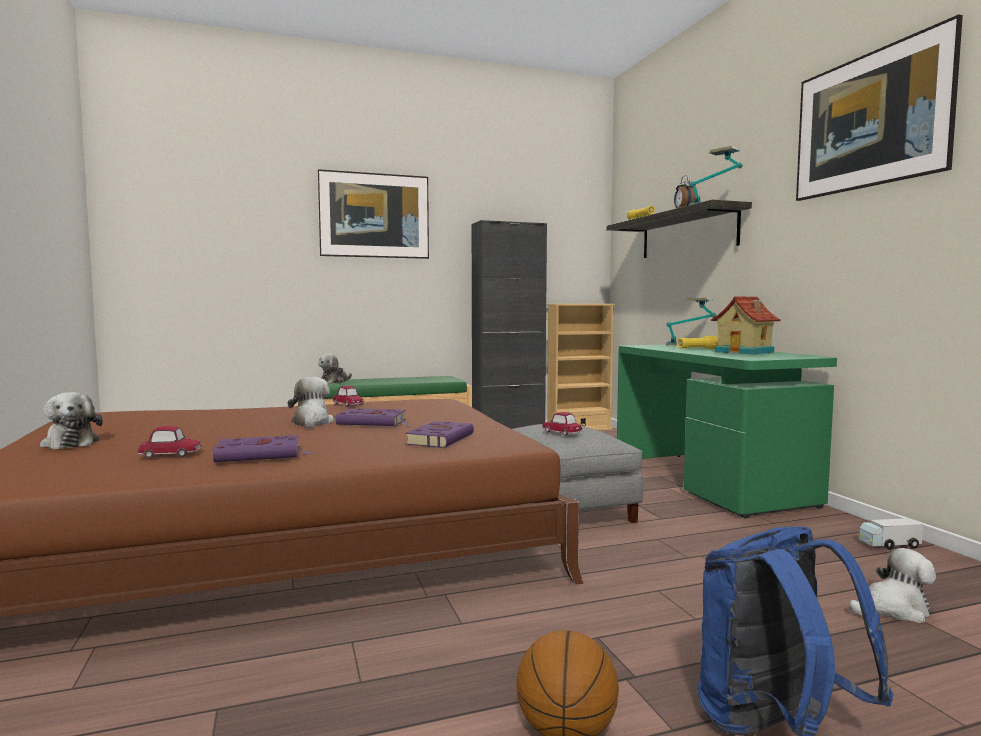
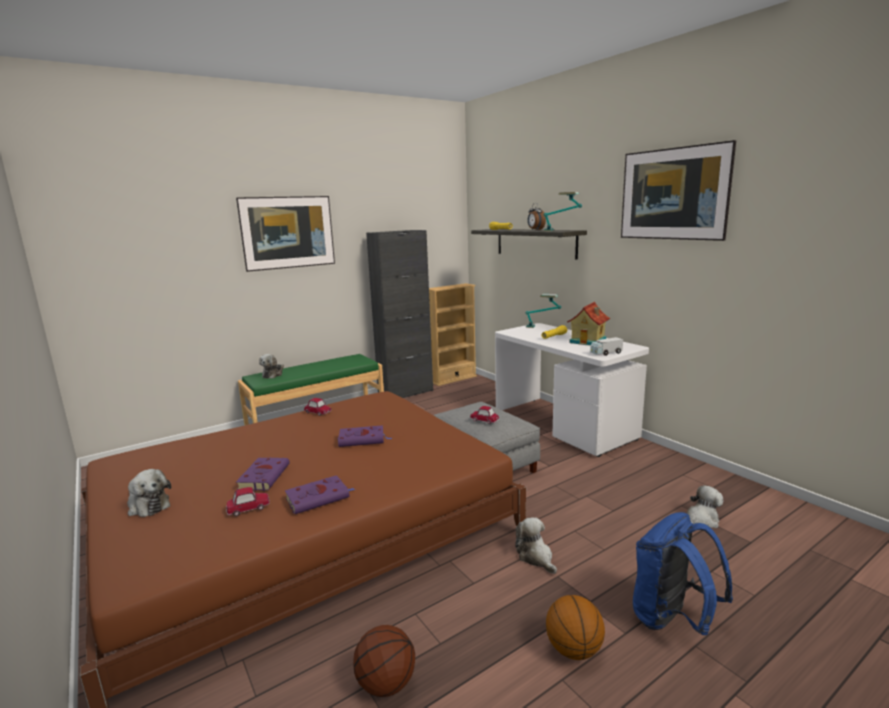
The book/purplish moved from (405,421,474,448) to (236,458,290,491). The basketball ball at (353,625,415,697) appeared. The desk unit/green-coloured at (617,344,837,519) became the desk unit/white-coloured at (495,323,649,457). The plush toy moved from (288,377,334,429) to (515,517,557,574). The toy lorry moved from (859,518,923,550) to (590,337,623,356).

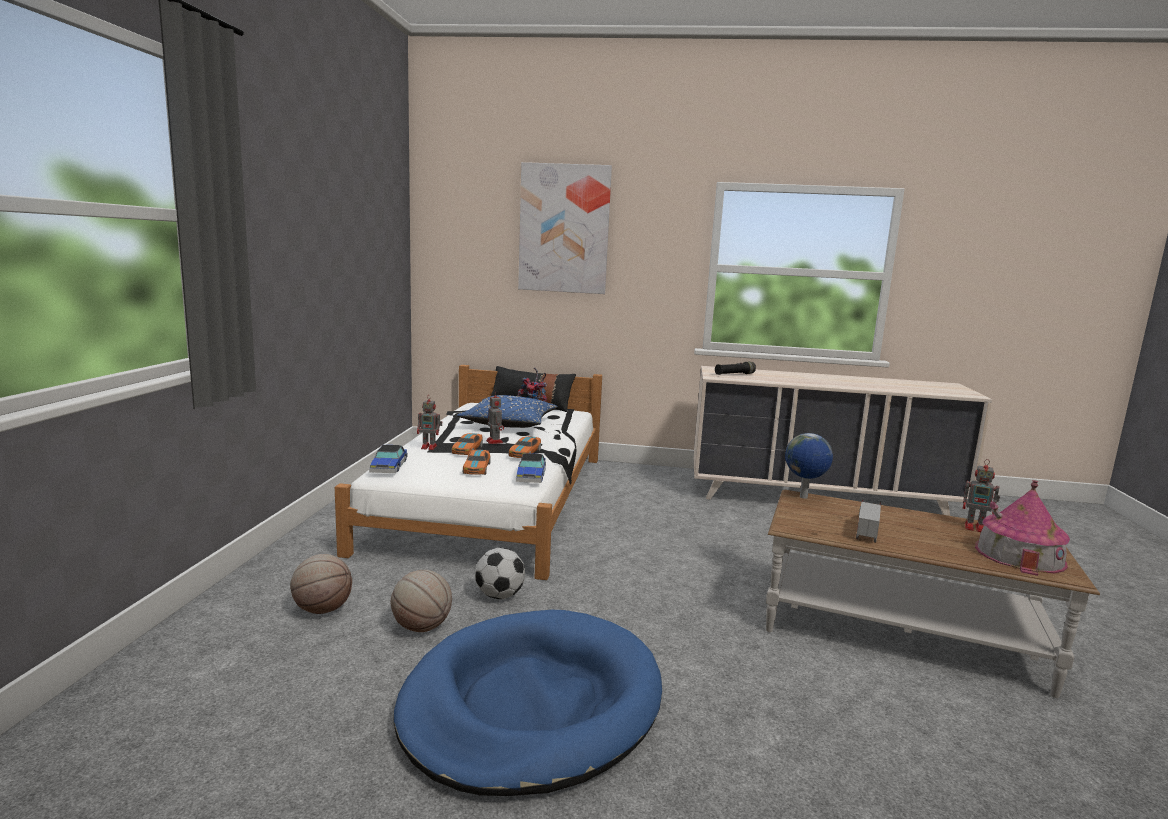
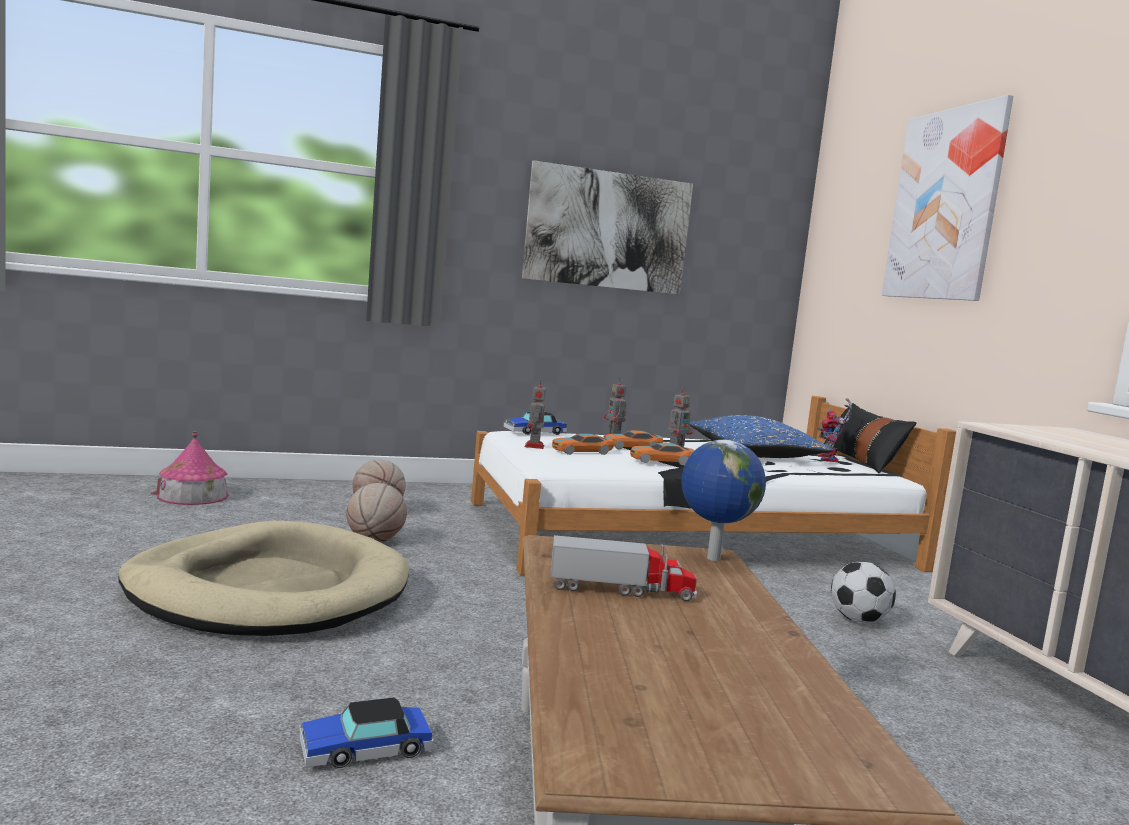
The dog cushion/blue at (394,610,662,796) became the dog cushion/sand-coloured at (118,521,409,636). The miniature house moved from (975,480,1070,576) to (151,431,229,505). The model car moved from (516,453,546,483) to (299,697,433,768). The picture at (522,160,693,295) appeared. The toy robot moved from (963,459,1000,532) to (525,380,546,449). The ball for football moved from (475,547,525,599) to (831,562,896,623). The torch/black at (715,362,756,375) disappeared.

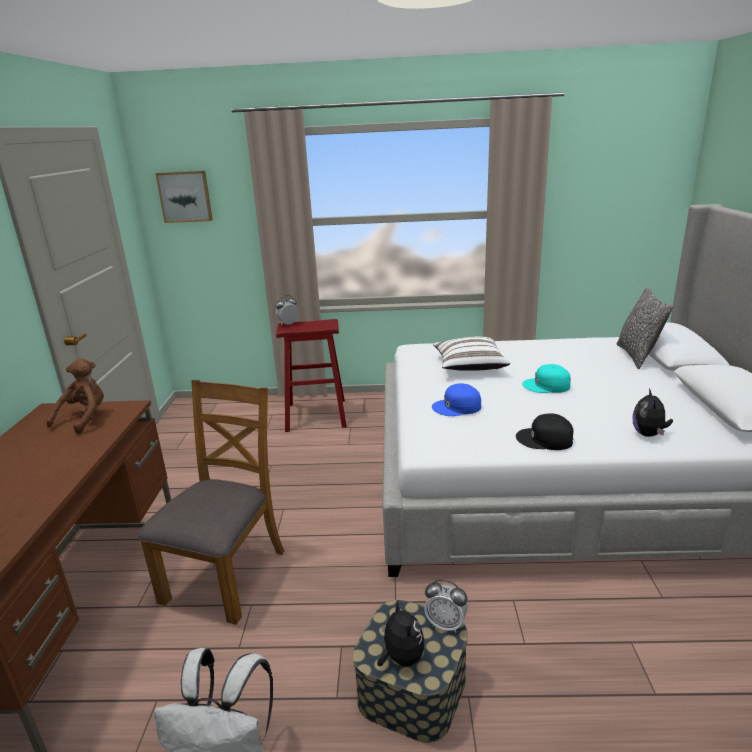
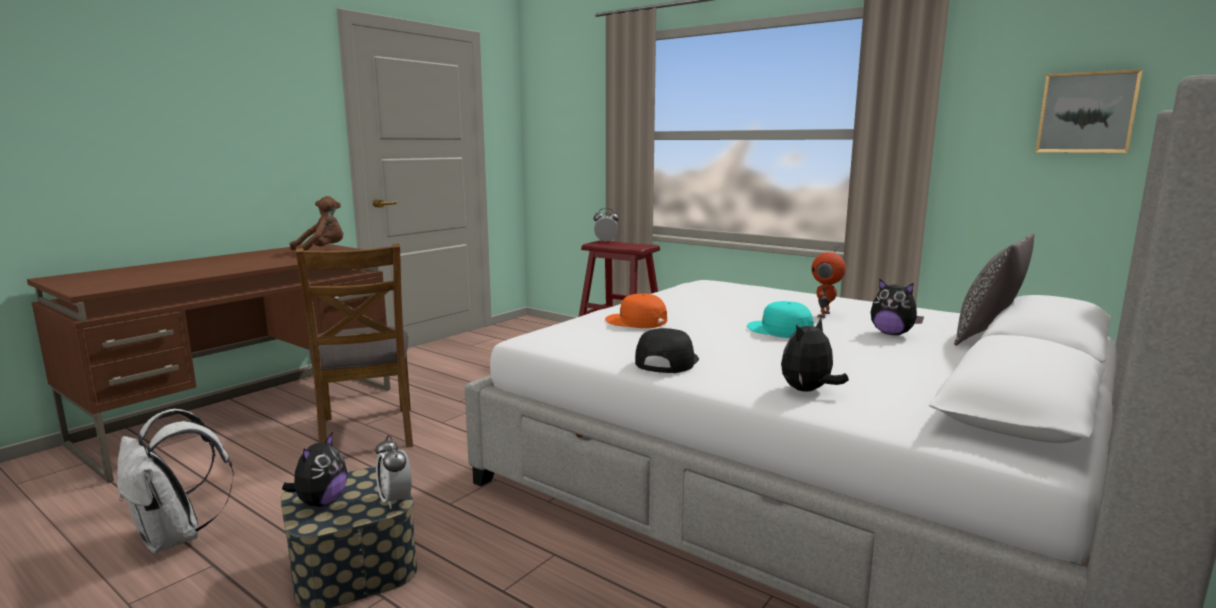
The chair/brown-coloured at (138,380,284,625) turned 105 degrees clockwise. The peaked cap/blue at (432,383,481,416) became the peaked cap/orange-coloured at (605,294,667,328). The peaked cap/black at (516,413,574,450) turned 60 degrees clockwise. The toy robot at (812,246,846,318) appeared. The plush toy at (871,279,924,335) appeared. The picture moved from (155,171,213,223) to (1035,69,1143,153). The cushion/white-coloured at (433,337,510,371) disappeared.

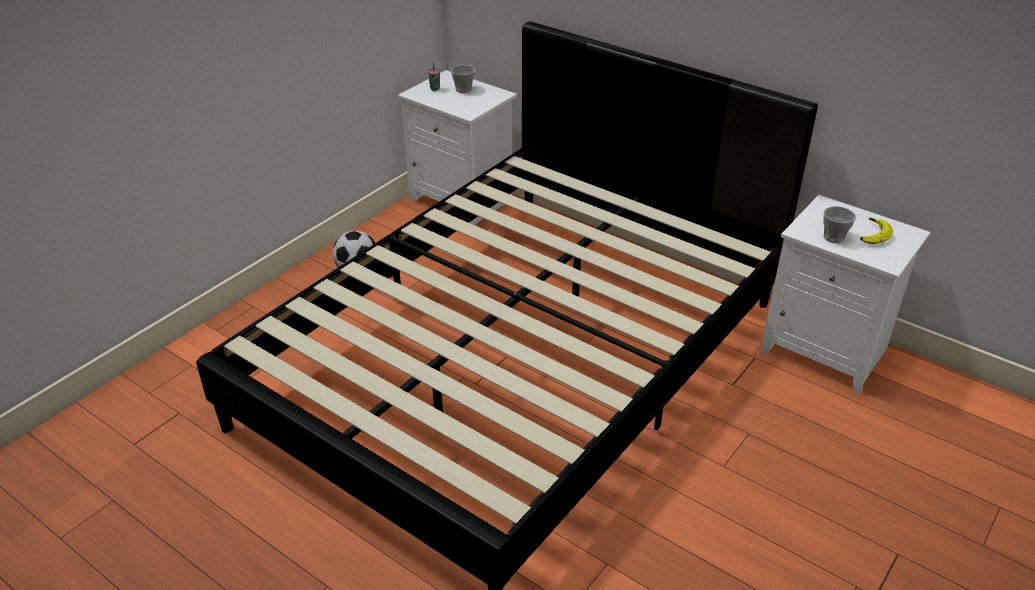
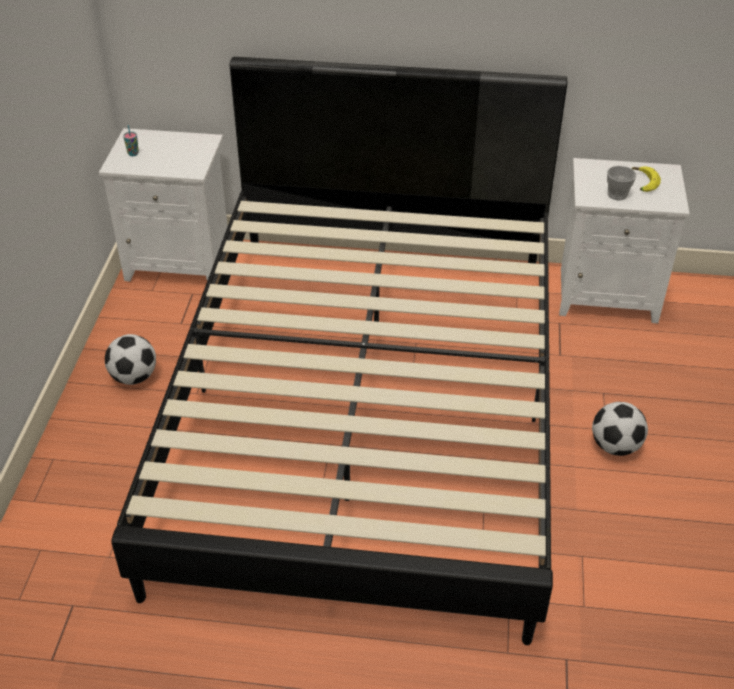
The ball for football at (592,402,648,456) appeared. The cup at (451,65,475,93) disappeared.

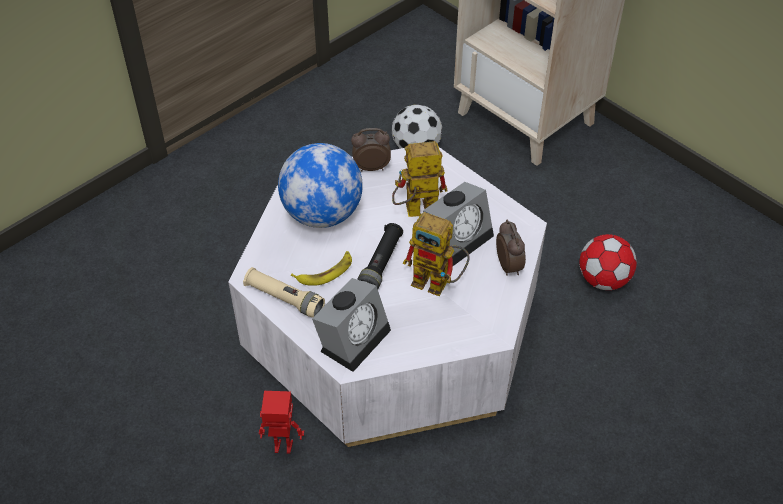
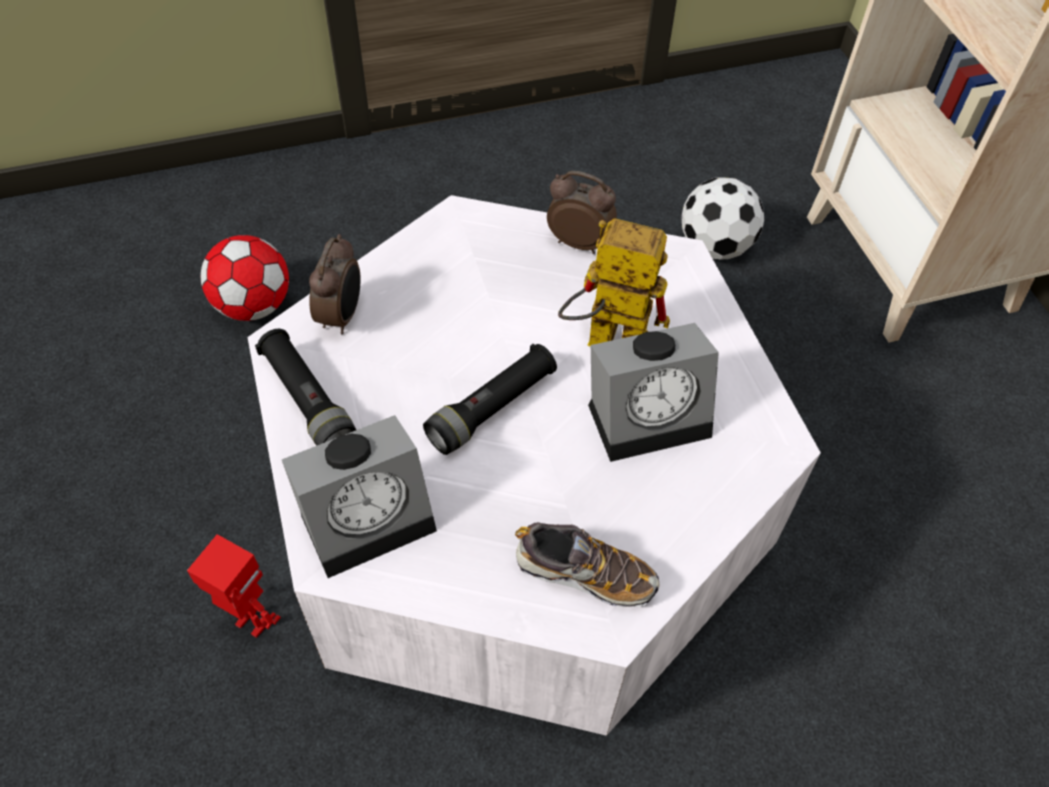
The ball for football moved from (579,234,637,290) to (201,235,289,321). The torch/sand-coloured at (243,267,325,318) became the torch/black at (255,329,356,445). The table clock moved from (496,219,526,276) to (309,234,361,334). The shoe at (515,522,659,607) appeared. The desk globe at (278,143,363,228) disappeared. The whole banana at (291,251,352,286) disappeared. The toy robot at (403,212,470,296) disappeared.

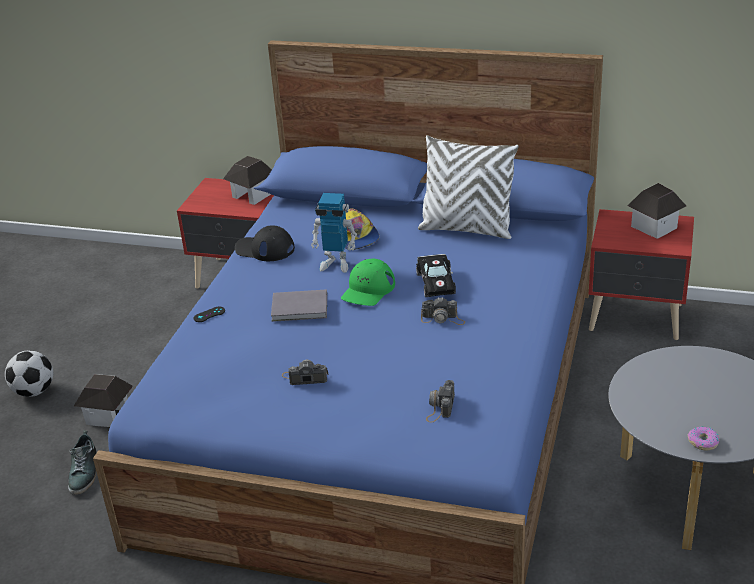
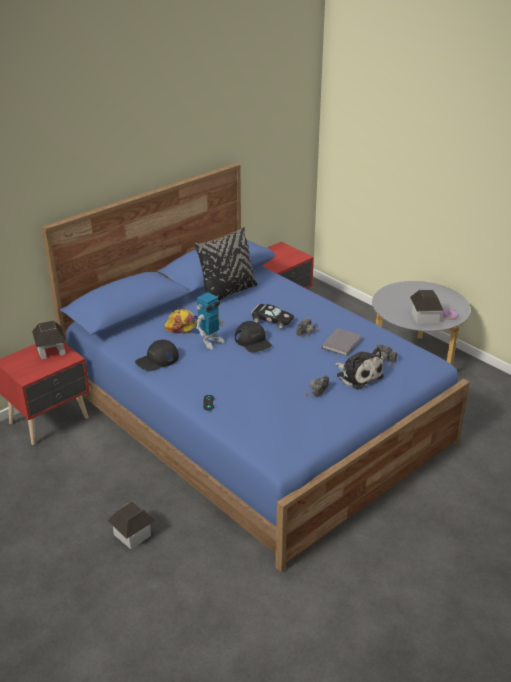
The cushion/white-coloured at (418,135,519,239) became the cushion/black at (194,227,258,300). The peaked cap/green-coloured at (341,259,395,306) became the peaked cap/black at (235,321,272,353). The book/grey moved from (271,289,327,322) to (322,328,362,356). The plush toy at (334,348,384,390) appeared. The miniature house moved from (628,183,686,239) to (410,290,444,324). The ball for football at (5,351,53,397) disappeared. The shoe at (68,430,97,495) disappeared.

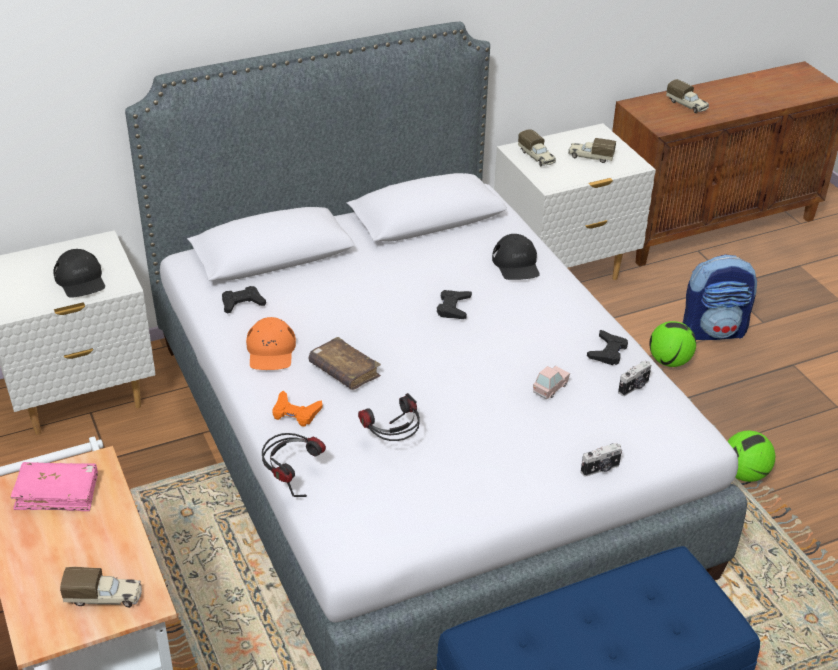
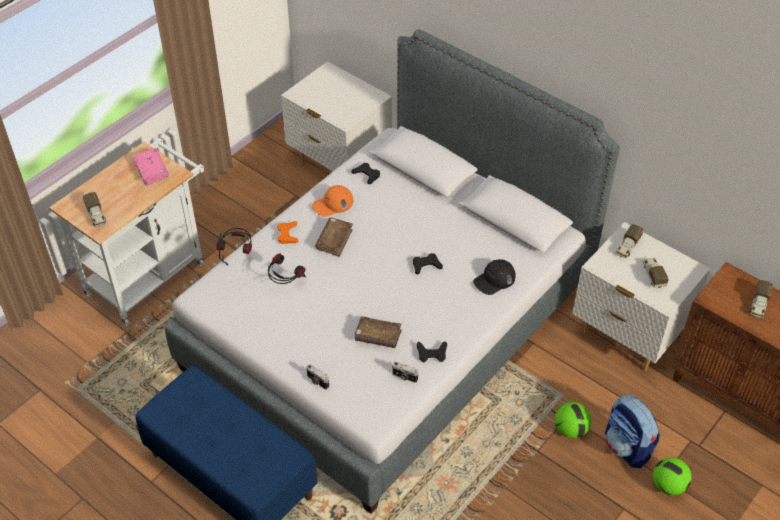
The model car/pinkish at (533,366,570,399) was replaced by the book/brown-coloured at (355,316,402,348). The ball for football moved from (727,430,775,482) to (653,457,691,495). The peaked cap/black at (53,249,105,298) disappeared.

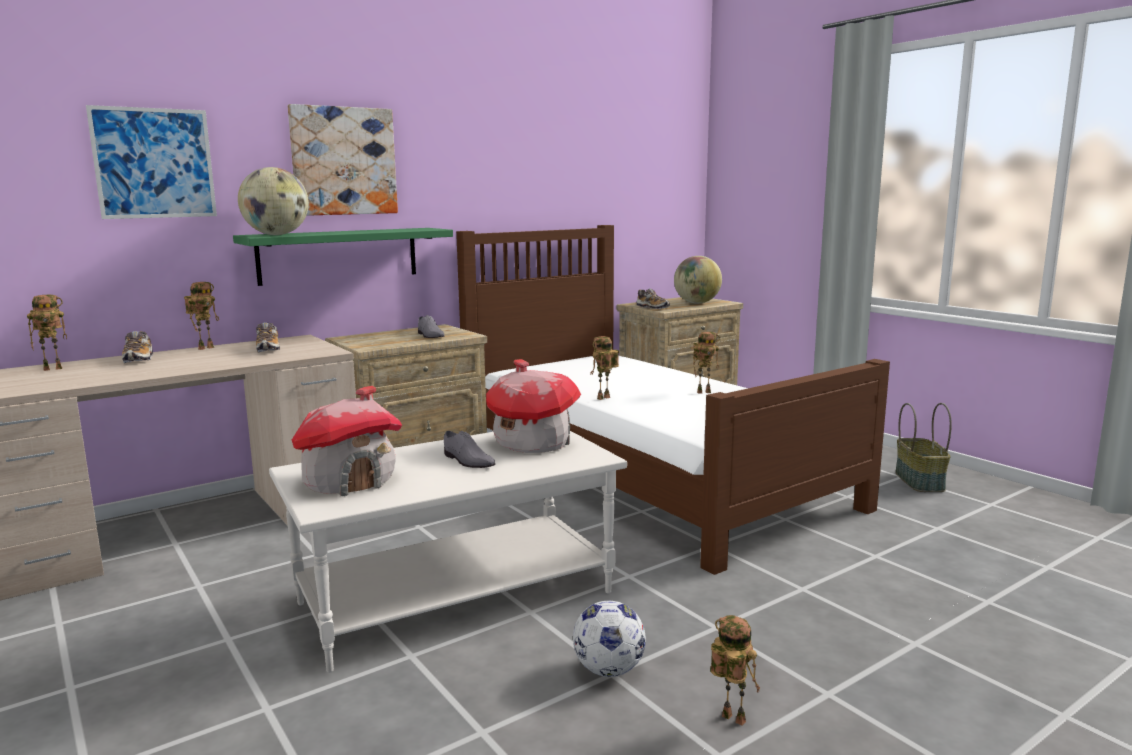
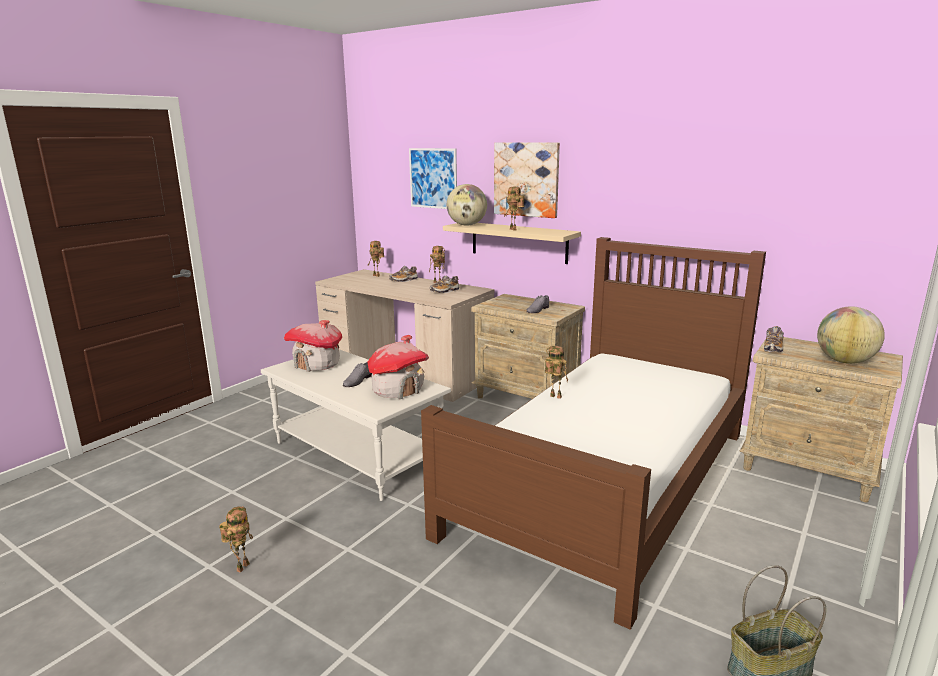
The wall shelf/green-coloured at (233,228,453,286) became the wall shelf/sand-coloured at (443,223,581,264). The toy robot moved from (693,332,720,394) to (505,186,525,231). The ball for football at (573,601,646,677) disappeared.

